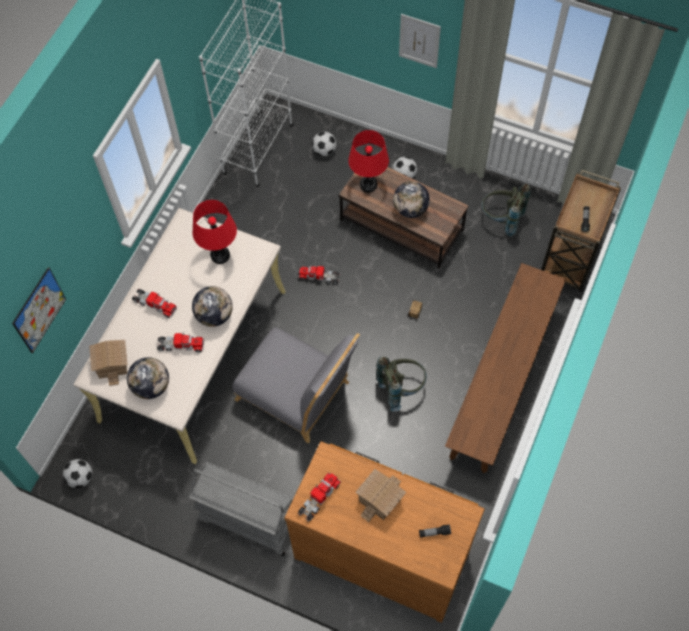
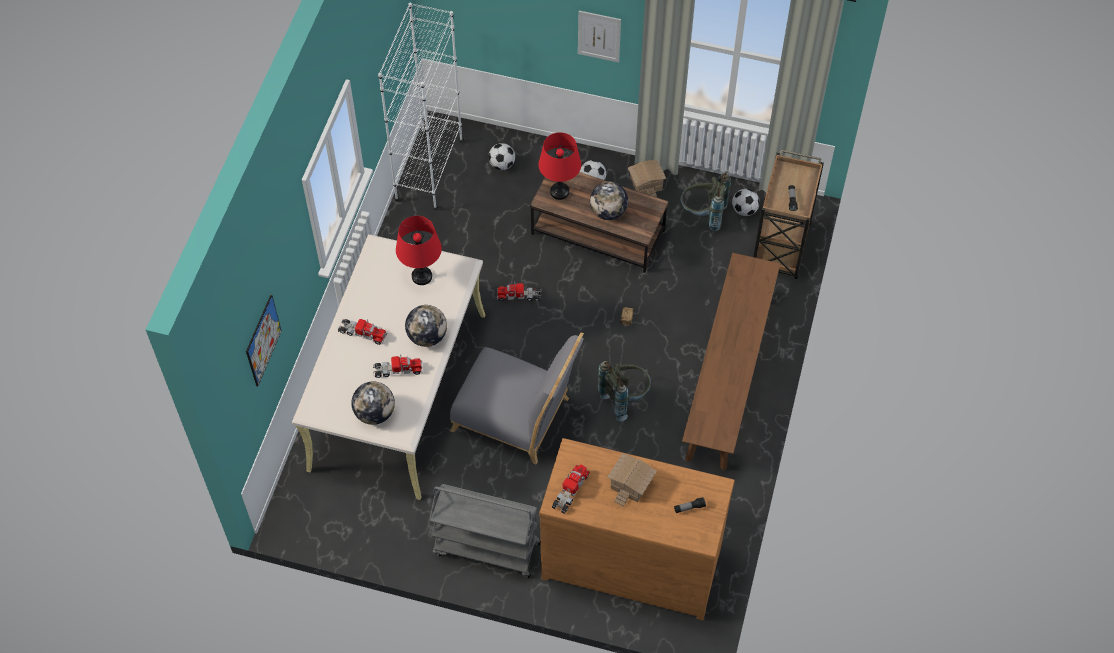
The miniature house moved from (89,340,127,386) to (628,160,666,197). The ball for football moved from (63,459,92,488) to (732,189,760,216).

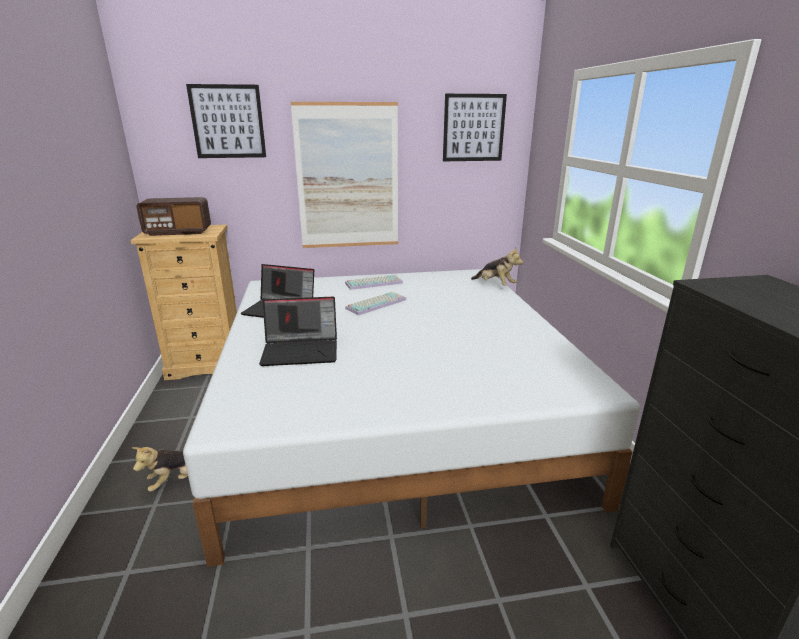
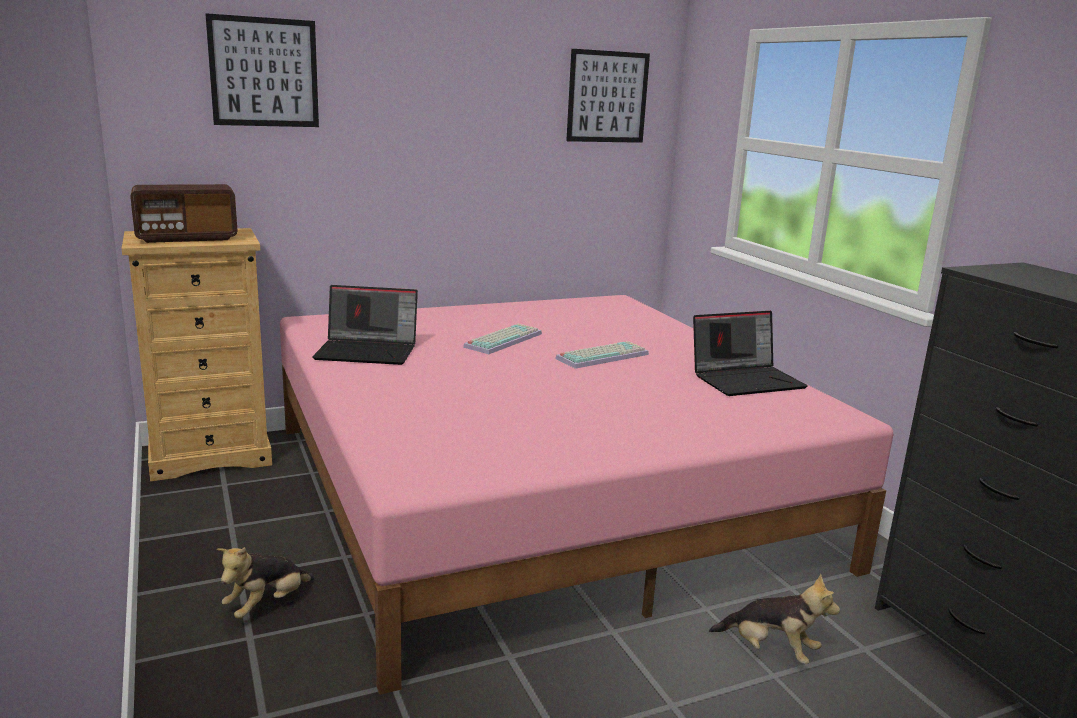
The sleeping bed/white-coloured at (183,269,640,567) became the sleeping bed/pinkish at (280,295,893,695). The PC keyboard moved from (345,275,403,290) to (555,341,649,369). The portable computer moved from (259,297,337,366) to (693,311,808,396). The plush toy moved from (471,248,523,285) to (709,574,840,664). The picture at (291,102,398,248) disappeared.

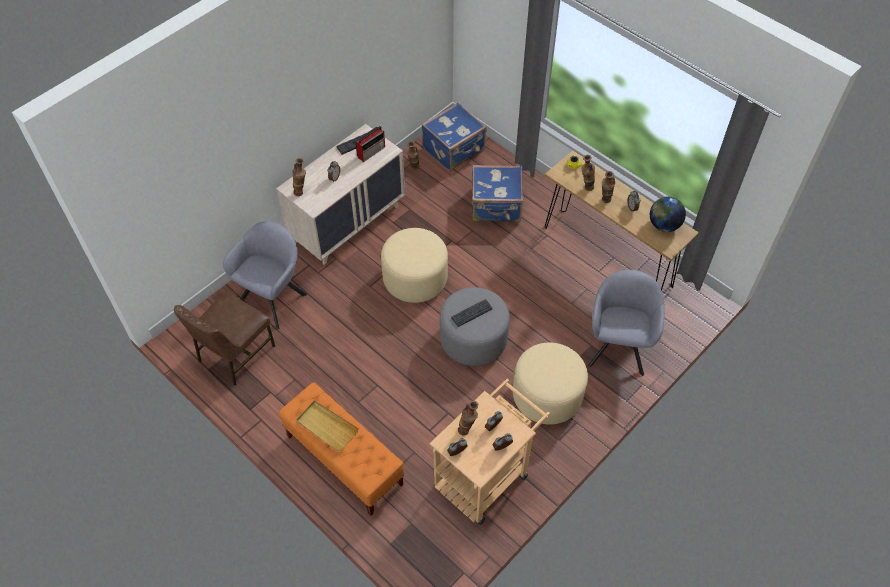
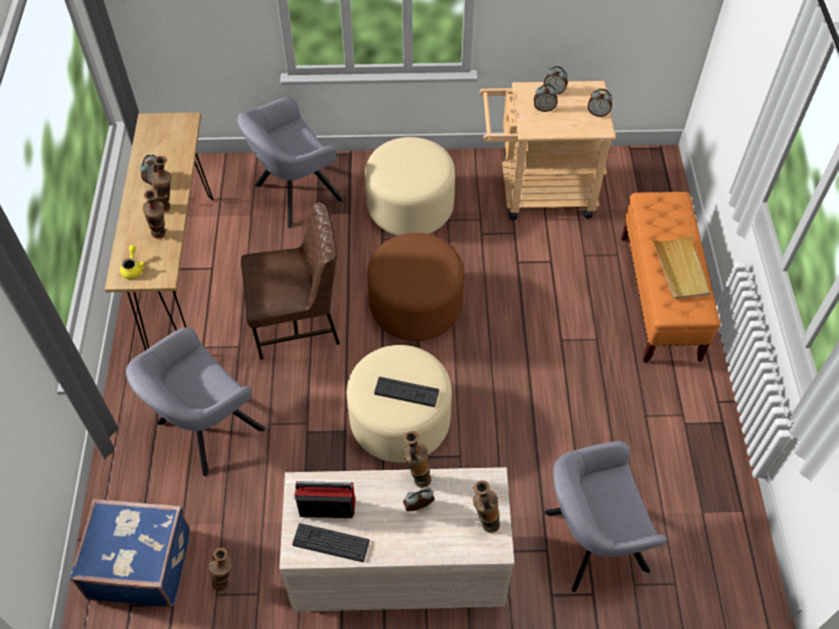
The piece of luggage/blue at (472,165,523,222) was replaced by the armchair/grey at (126,327,265,476). The chair/brown-coloured moved from (174,291,275,386) to (241,202,340,360). The pouffe/grey at (440,287,510,366) became the pouffe/brown-coloured at (367,233,464,341). The PC keyboard moved from (451,299,493,327) to (374,377,439,407). The vase moved from (458,401,478,436) to (403,431,431,488). The desk globe at (650,197,686,232) disappeared.

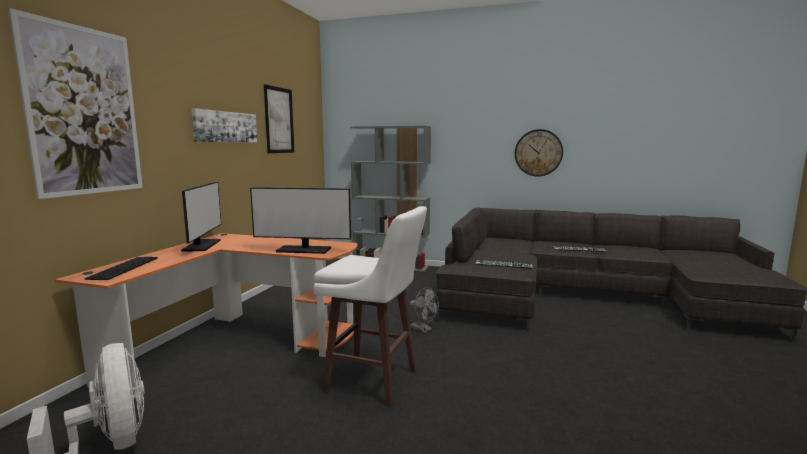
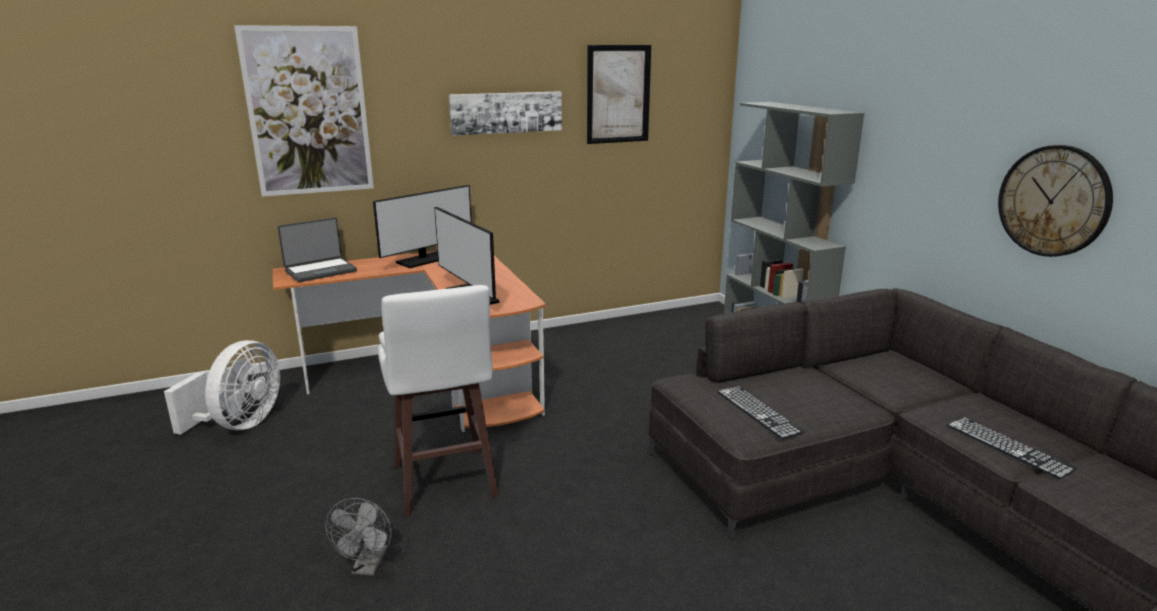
The PC keyboard at (84,257,158,280) was replaced by the portable computer at (278,217,357,282). The fan/grey moved from (409,288,439,333) to (325,498,392,575).

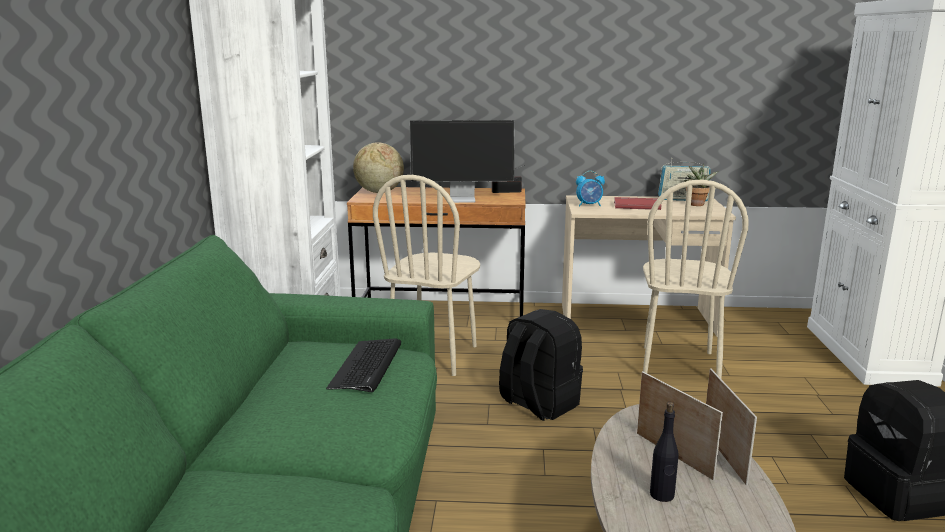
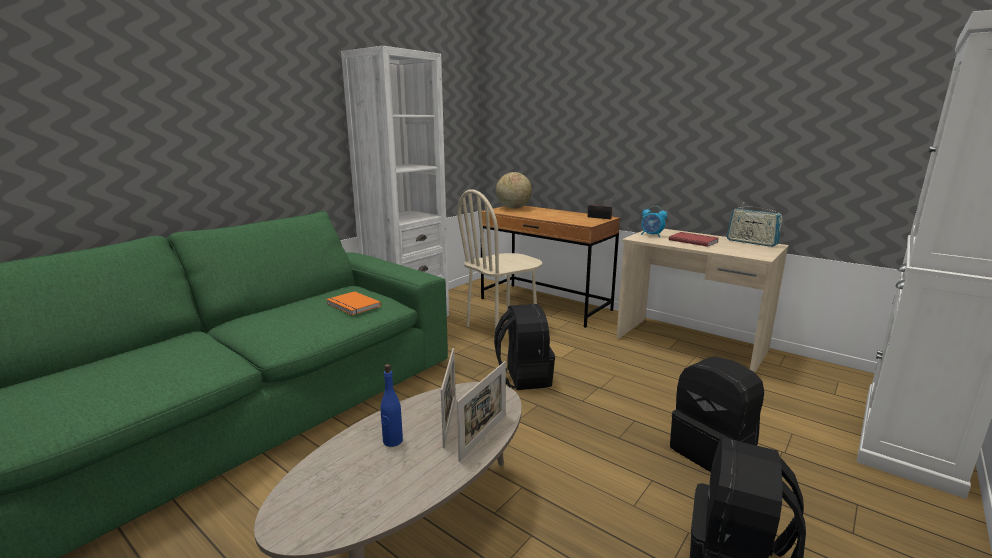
The PC keyboard at (326,338,401,392) was replaced by the book/orange-coloured at (326,291,381,315). The beverage bottle/black at (650,402,678,502) became the beverage bottle/blue at (380,364,403,447). The backpack/black at (670,356,764,472) appeared. The computer display at (410,120,514,203) disappeared. The chair/sand-coloured at (643,179,748,378) disappeared. The potted plant at (684,164,719,206) disappeared.

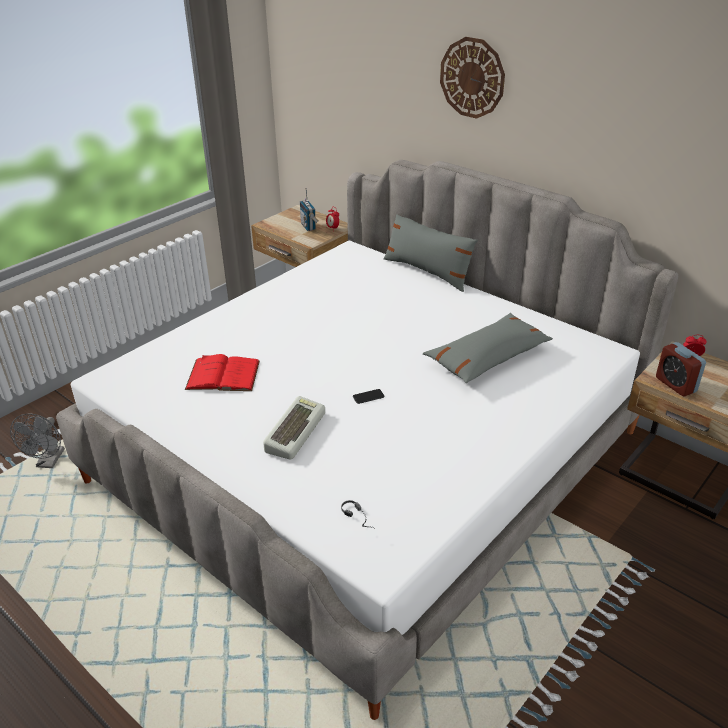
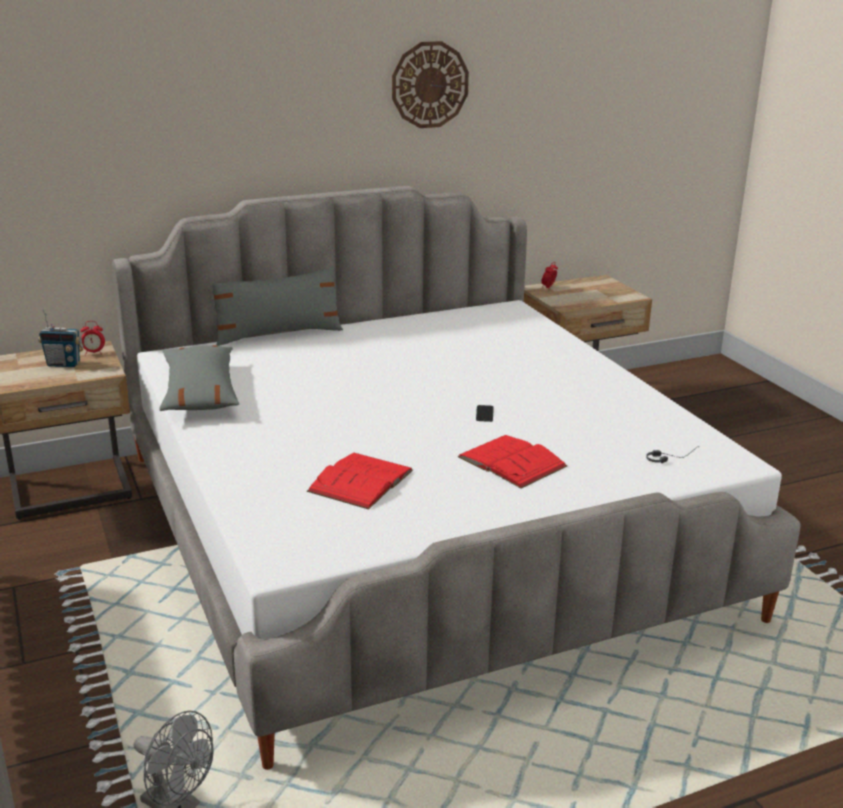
The cushion/grey moved from (423,313,553,383) to (159,345,240,411). The wall clock moved from (440,37,505,119) to (392,41,469,128). The PC keyboard at (263,396,325,460) was replaced by the book/red at (458,435,567,489). The table clock at (656,342,706,396) disappeared.

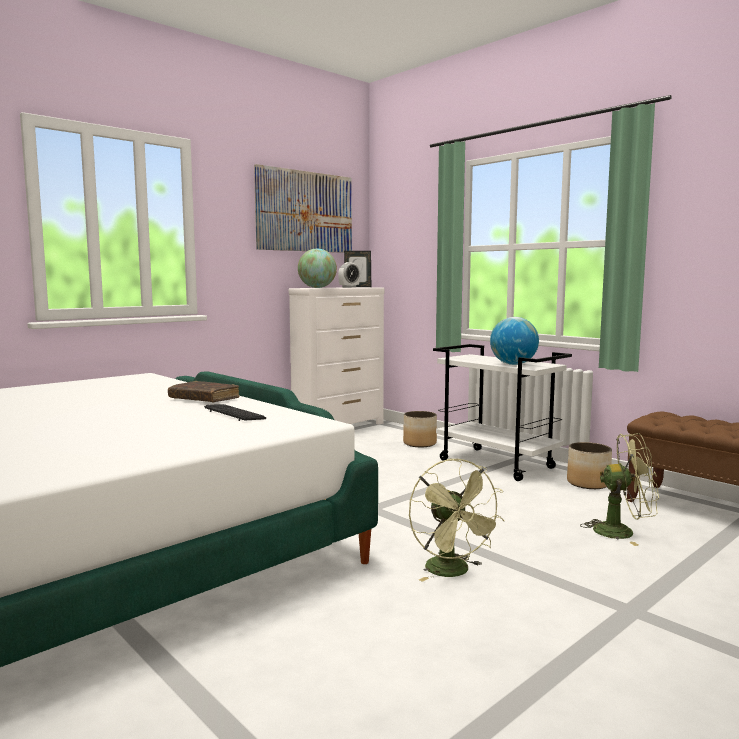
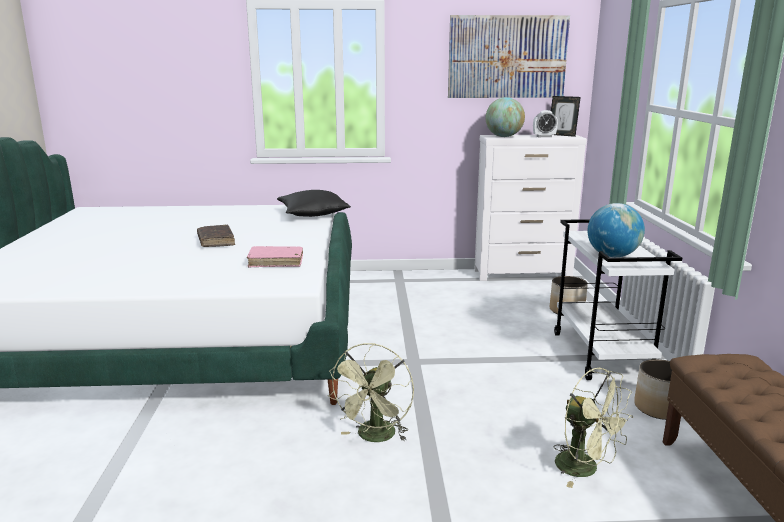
The book/brown-coloured moved from (168,381,240,403) to (197,225,235,247). The PC keyboard at (204,404,266,421) was replaced by the book/pinkish at (247,246,303,268). The cushion/black at (277,190,351,217) appeared.

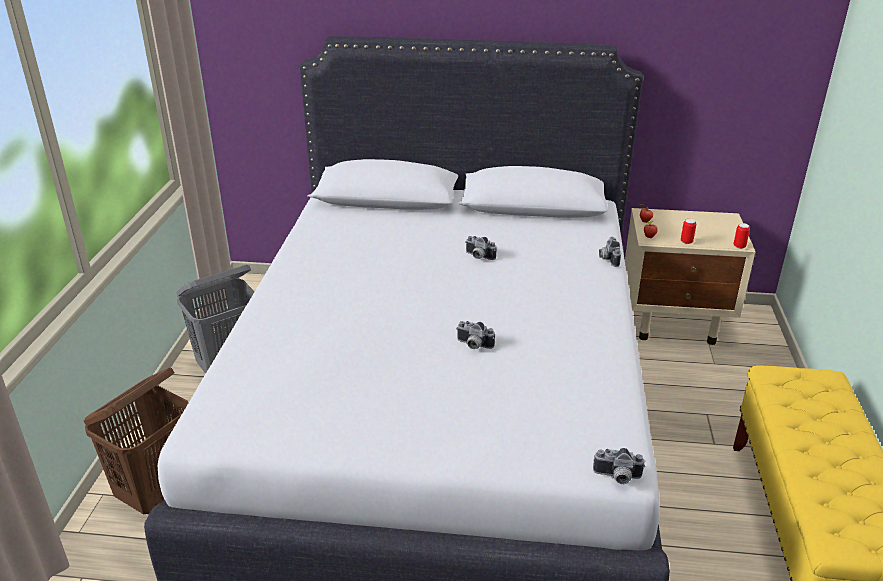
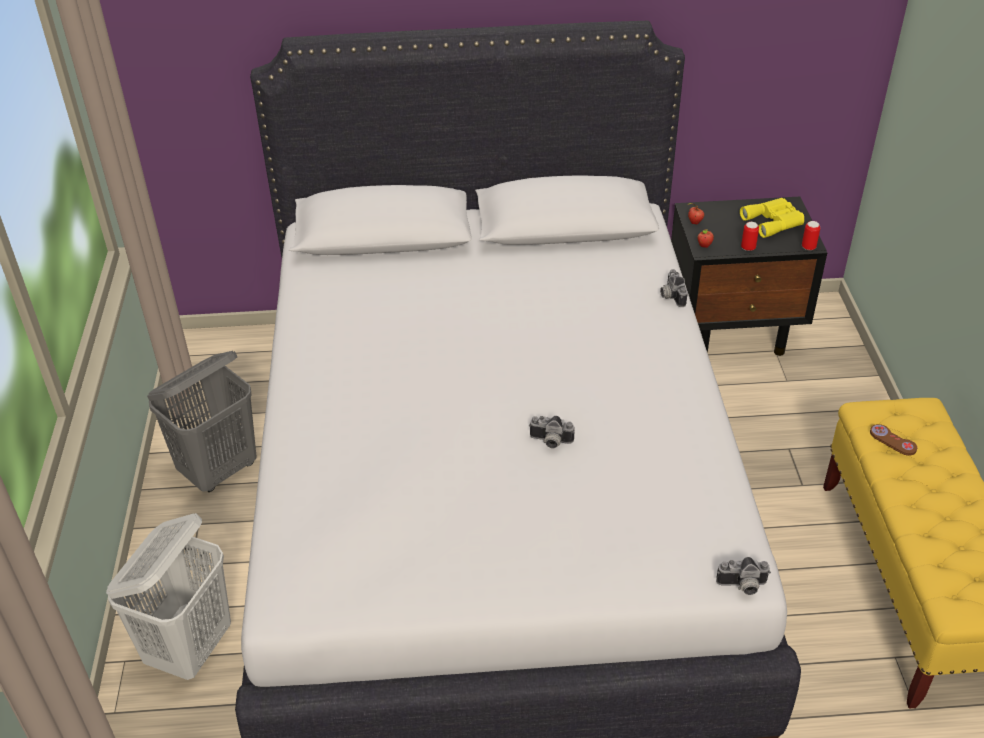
The laundry basket/brown-coloured at (84,368,188,515) became the laundry basket/white-coloured at (106,513,231,680). The bedside table/sand-coloured at (625,208,755,345) became the bedside table/black at (671,197,827,356). The pair of binoculars/yellow at (740,198,804,238) appeared. The game controller/brown-coloured at (870,424,917,456) appeared. The still camera at (465,236,497,260) disappeared.

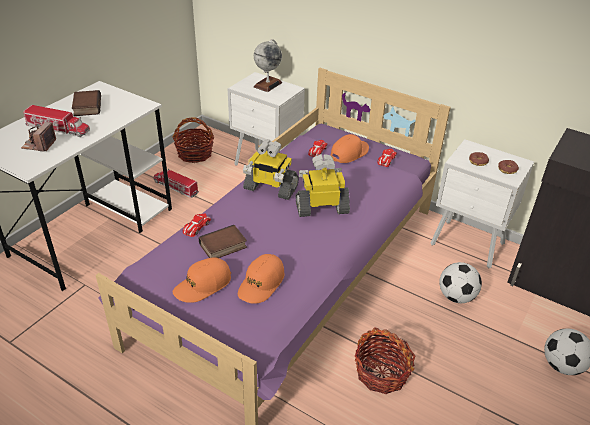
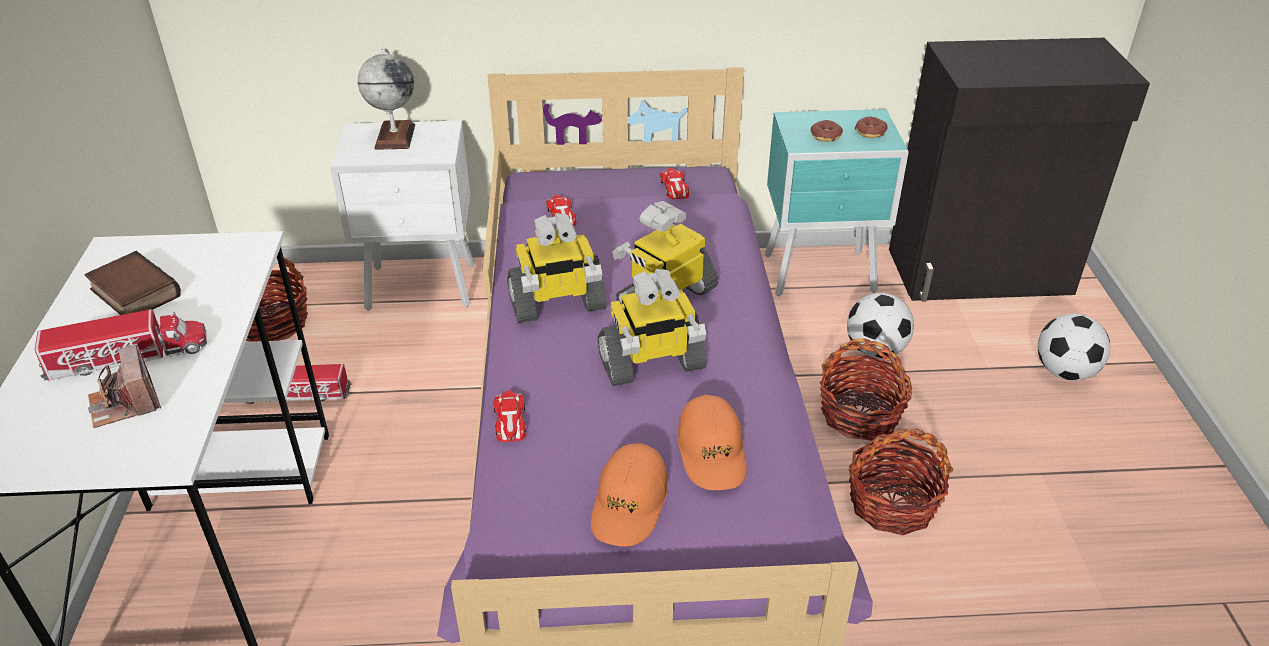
The toy robot at (598,269,707,386) appeared. The bedside table/white-coloured at (431,139,534,268) became the bedside table/turquoise at (765,109,909,297). The storage basket at (820,338,912,441) appeared. The book at (199,225,247,258) disappeared. The peaked cap/orange-coloured at (331,134,369,163) disappeared.

